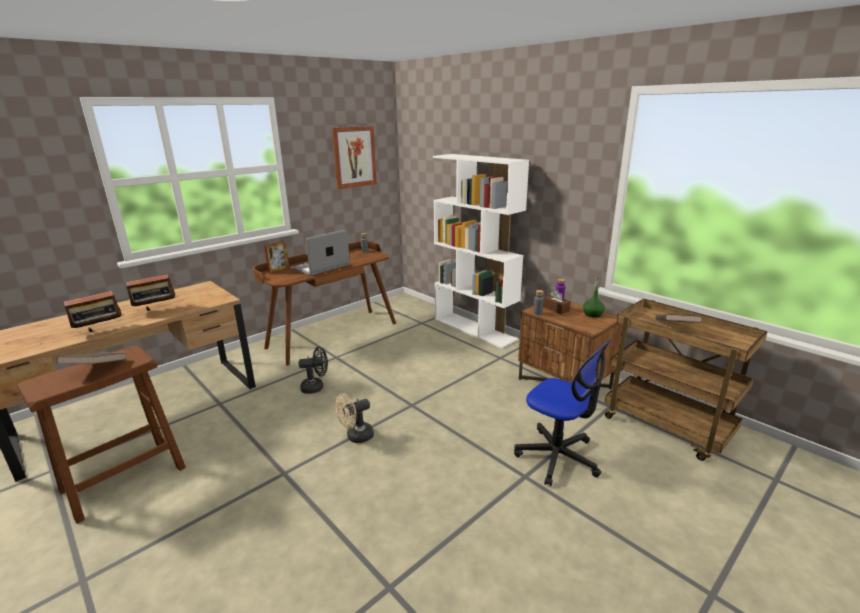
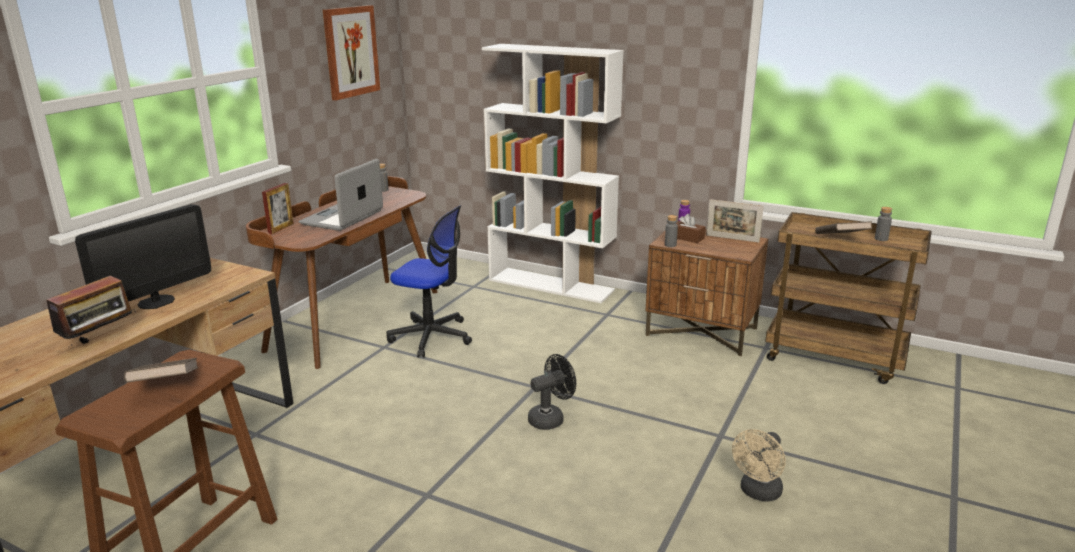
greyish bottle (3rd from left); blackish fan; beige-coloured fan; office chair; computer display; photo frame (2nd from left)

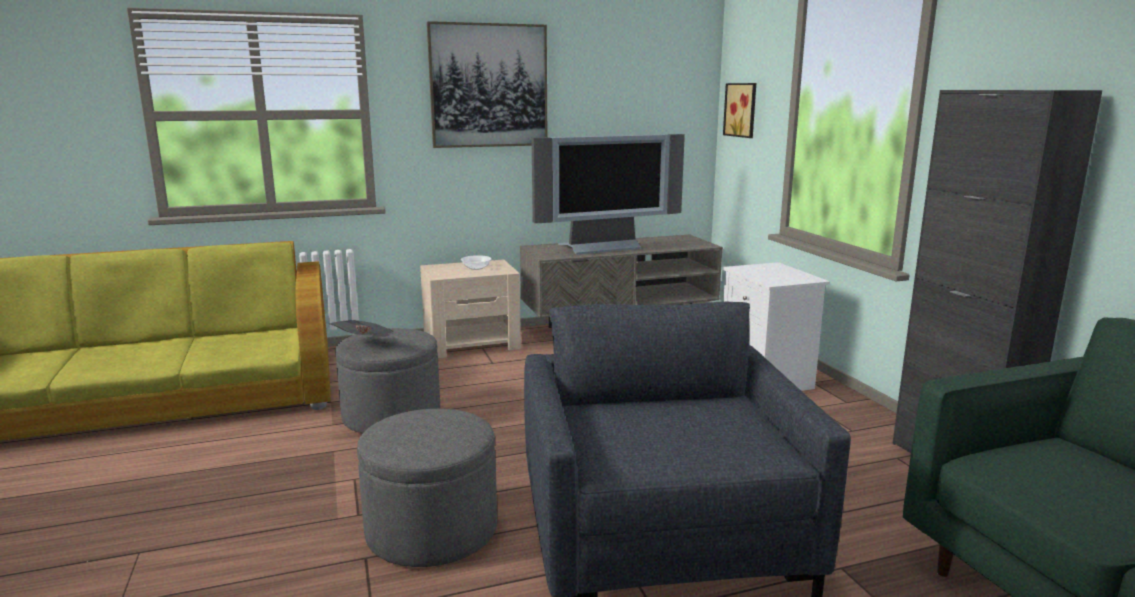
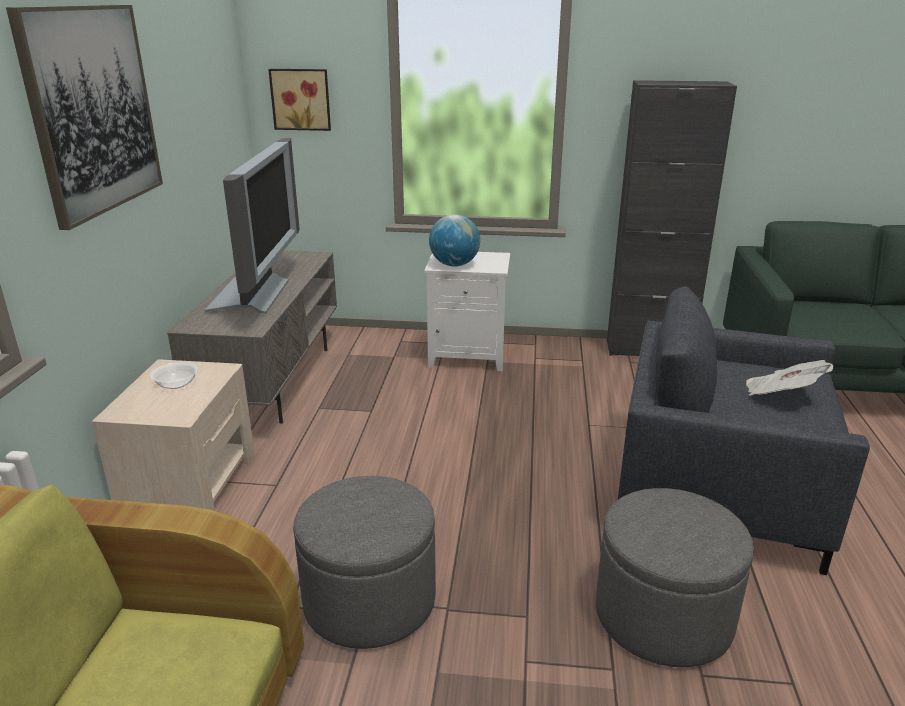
desk globe; newspaper

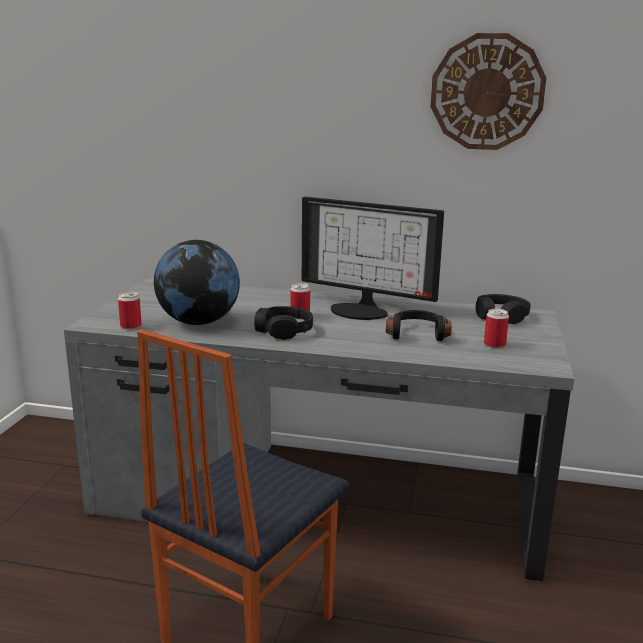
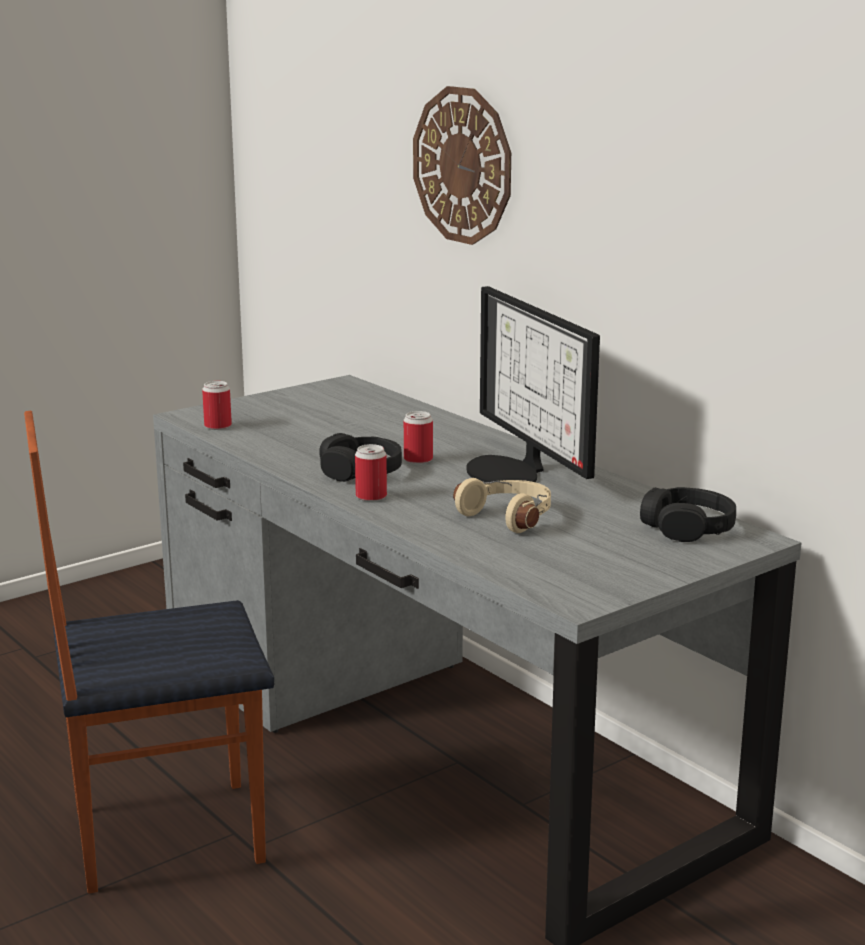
desk globe; hanging clock; can (2nd from left); beige-coloured headset

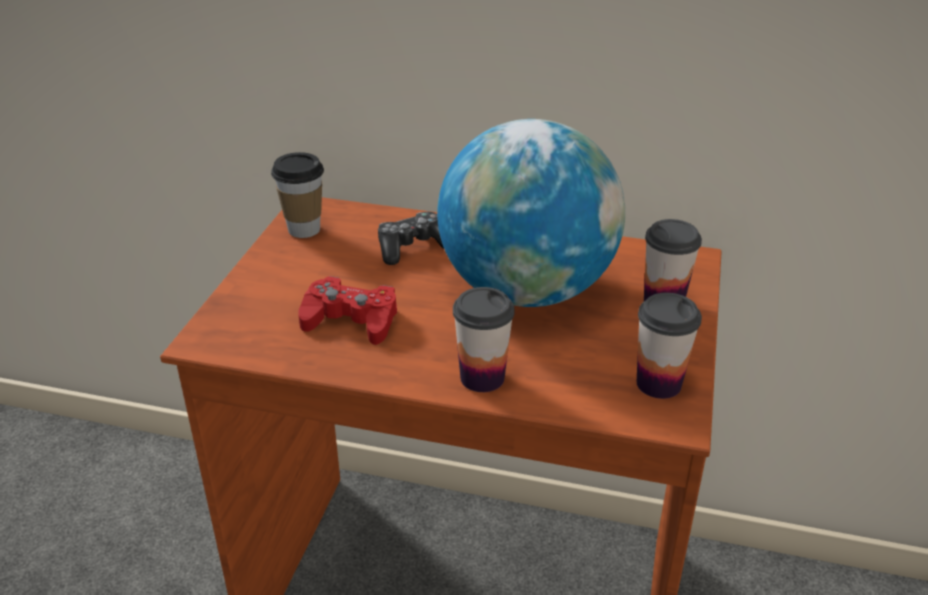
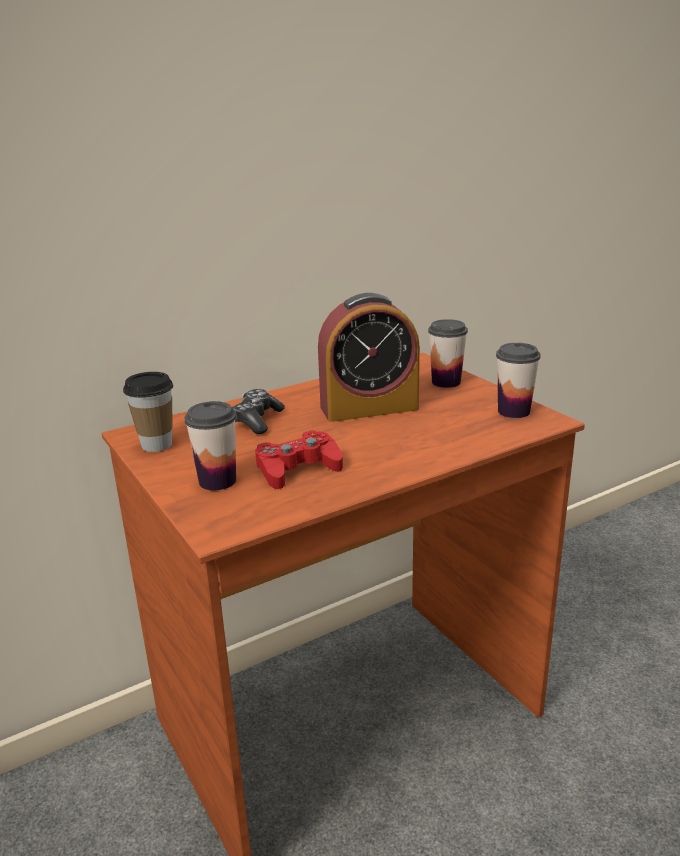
cup (2nd from left); table clock

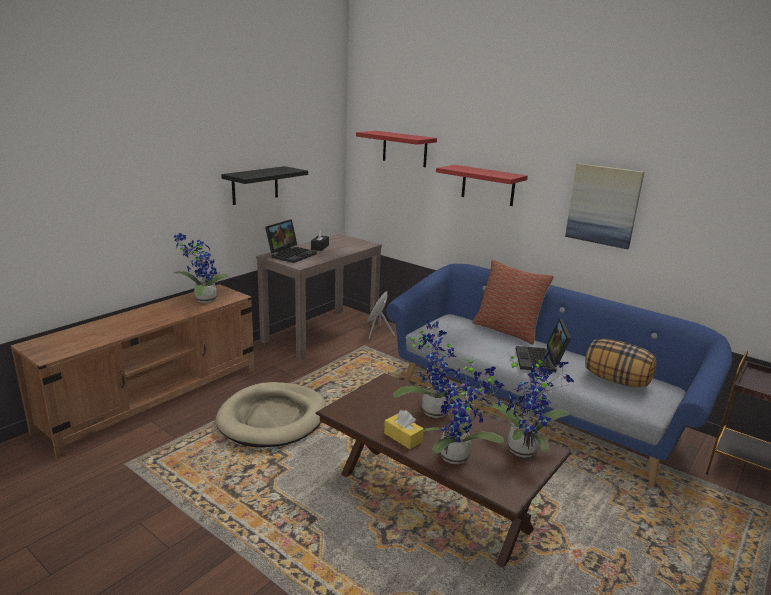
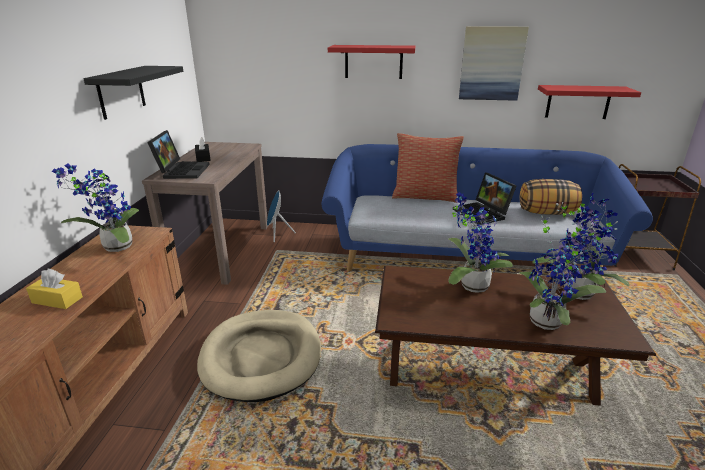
reddish wall shelf (2nd from left); yellow-coloured tissue holder

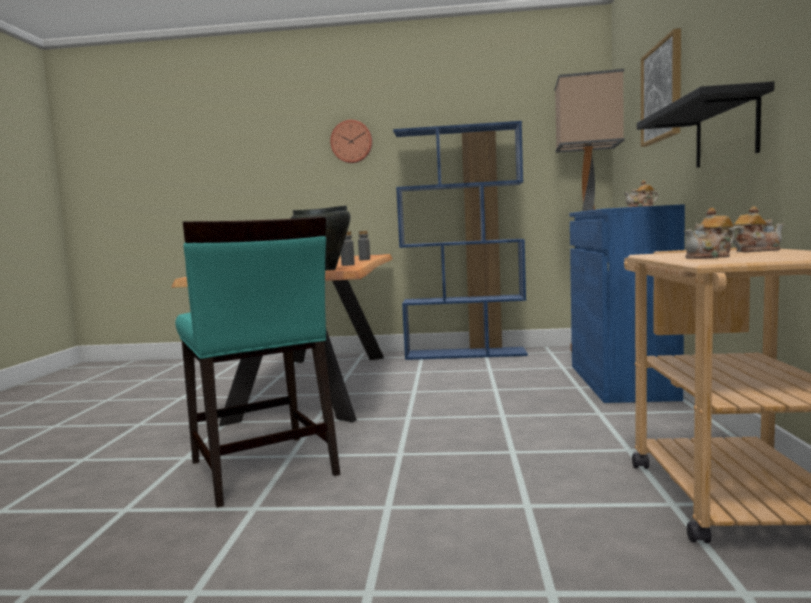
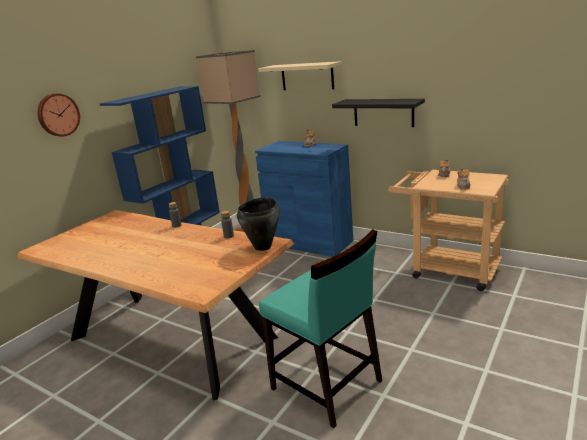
beige-coloured wall shelf; turquoise upright chair

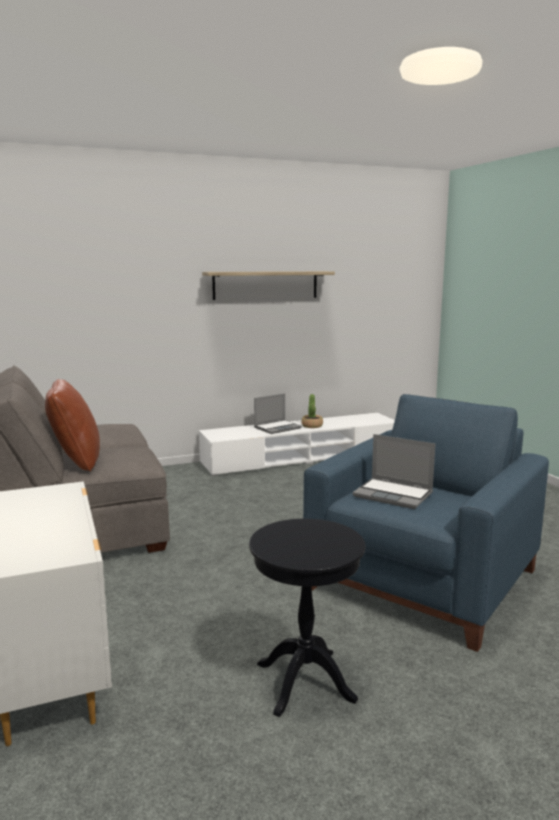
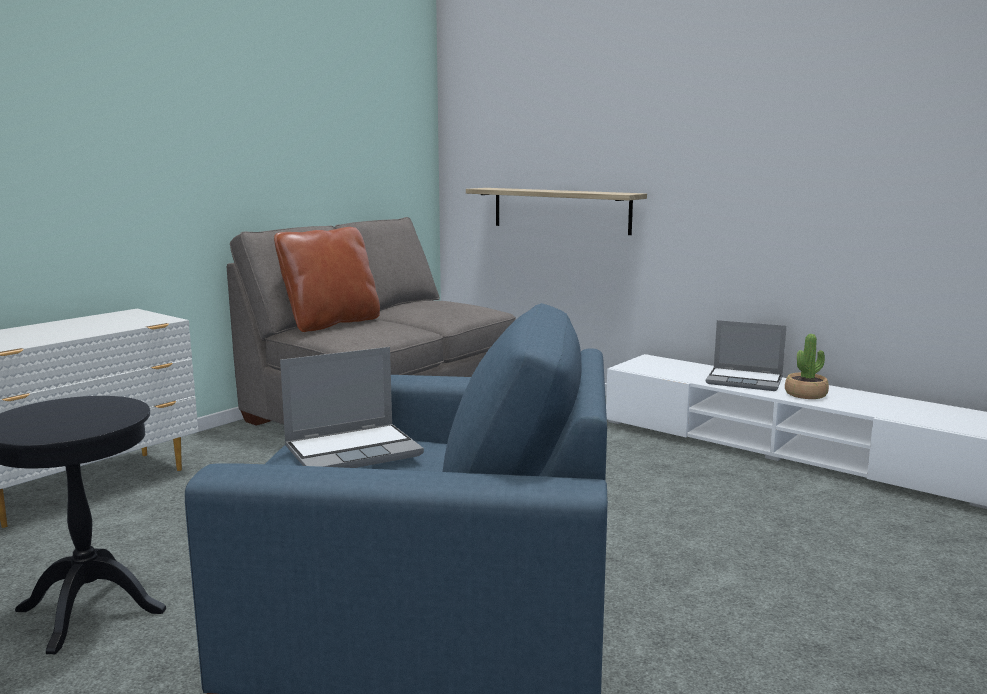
wall shelf; laptop (1st from left)

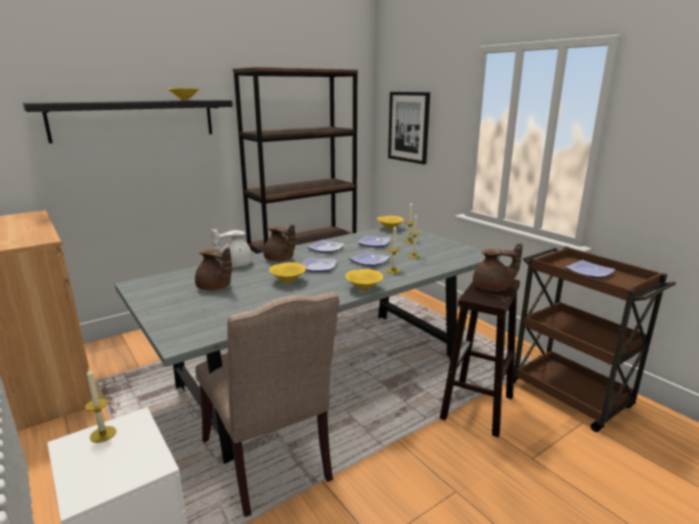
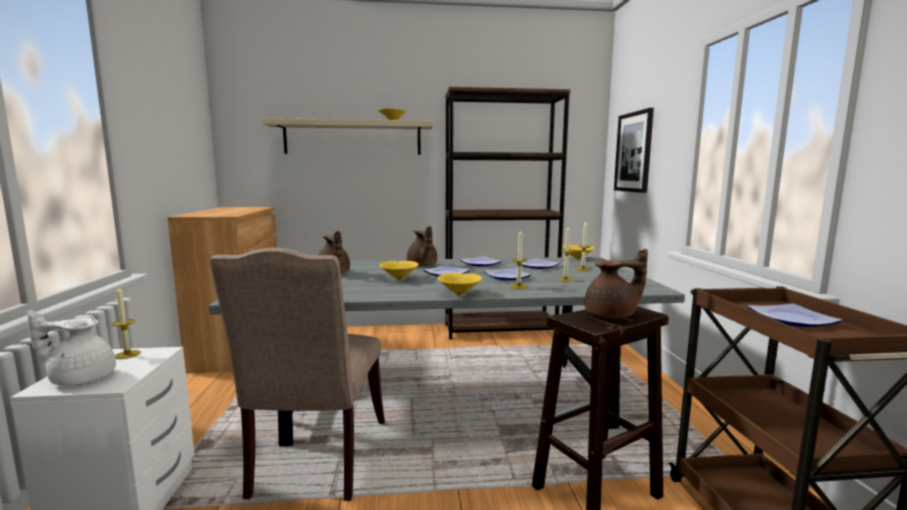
white teapot; beige-coloured wall shelf; brown-coloured teapot (3rd from left)

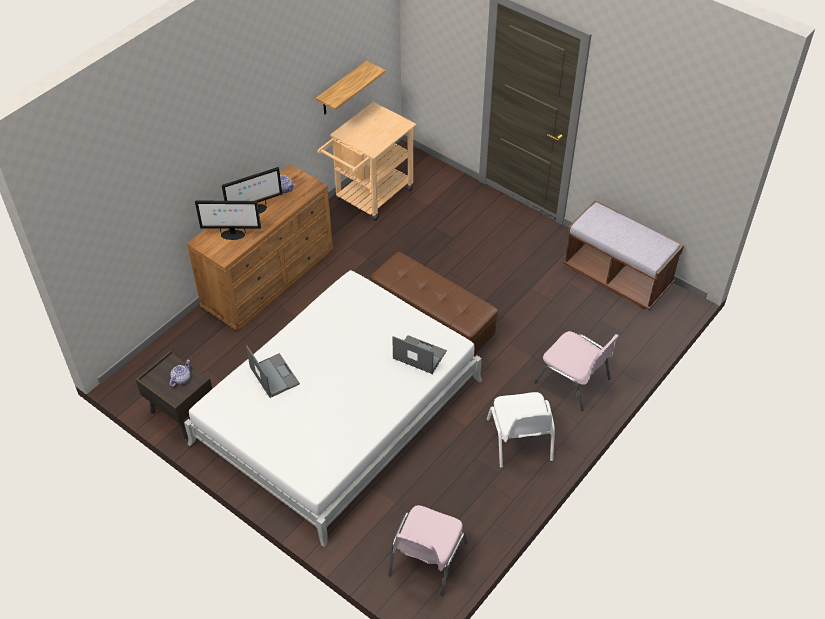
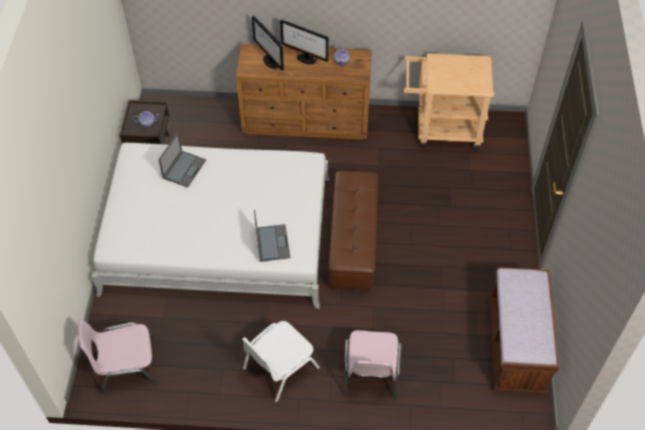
wall shelf

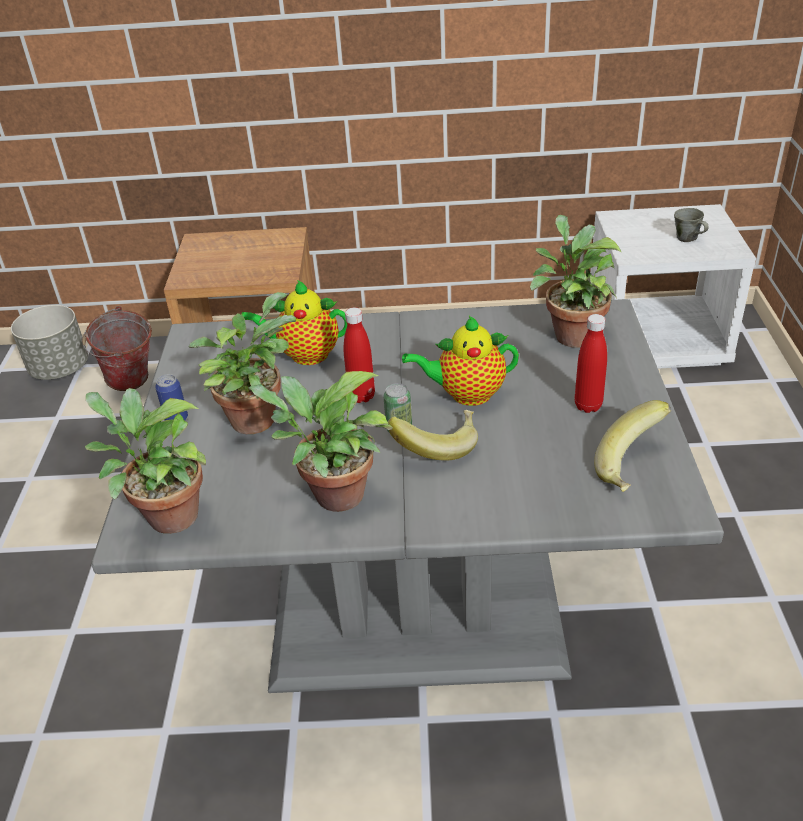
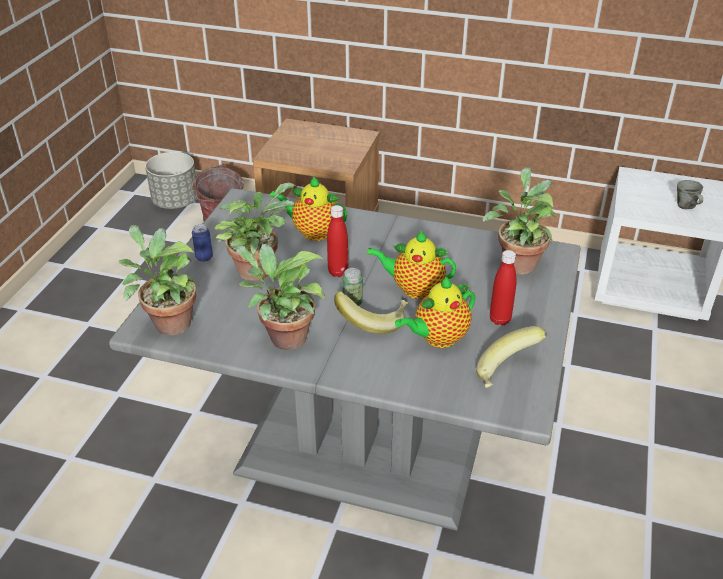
teapot (3rd from left)

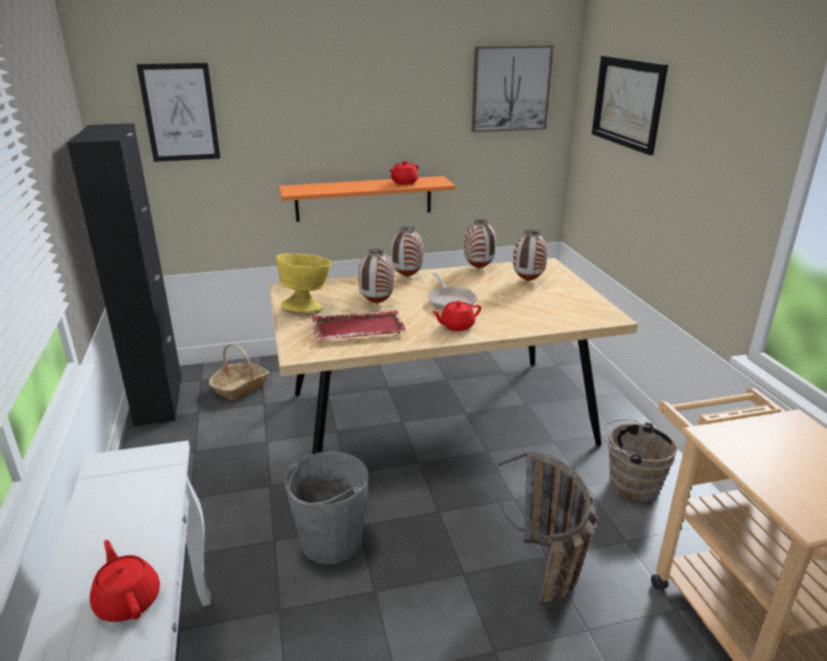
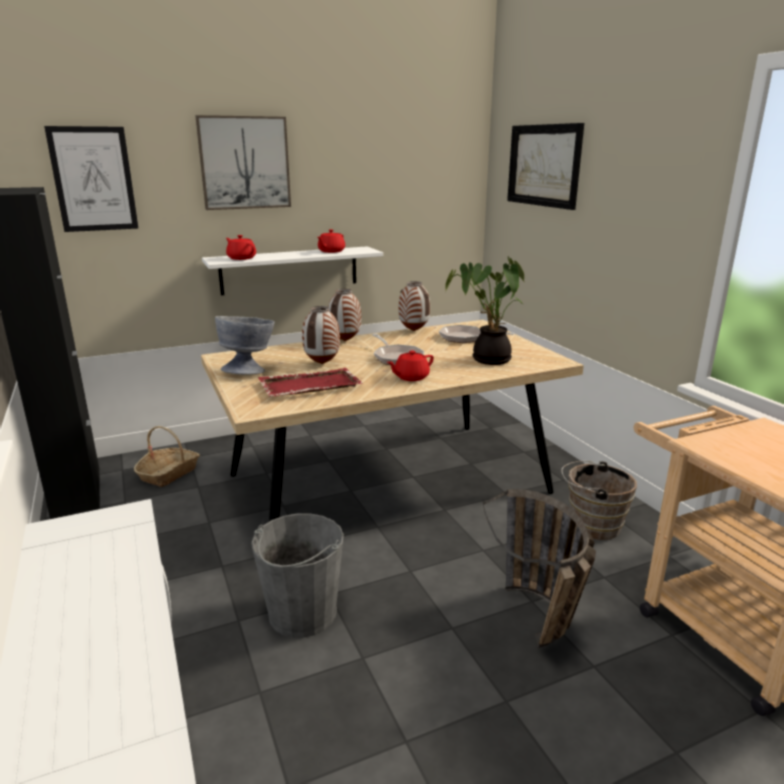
plant in a pot; reddish teapot (1st from left); picture (2nd from left); frying pan (2nd from left); greyish bowl; white wall shelf

